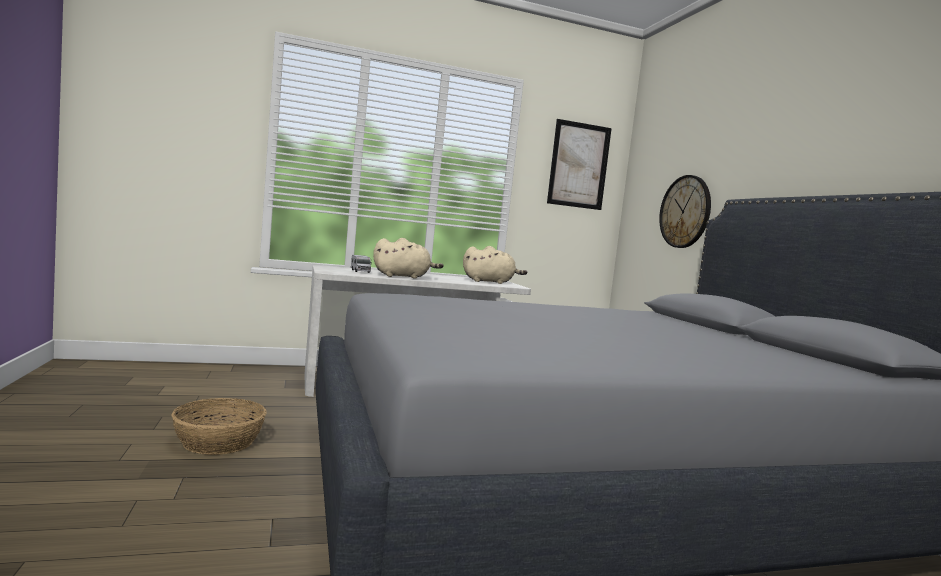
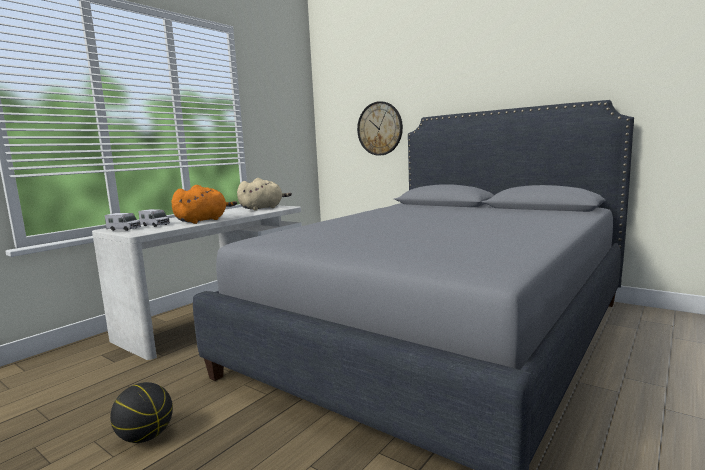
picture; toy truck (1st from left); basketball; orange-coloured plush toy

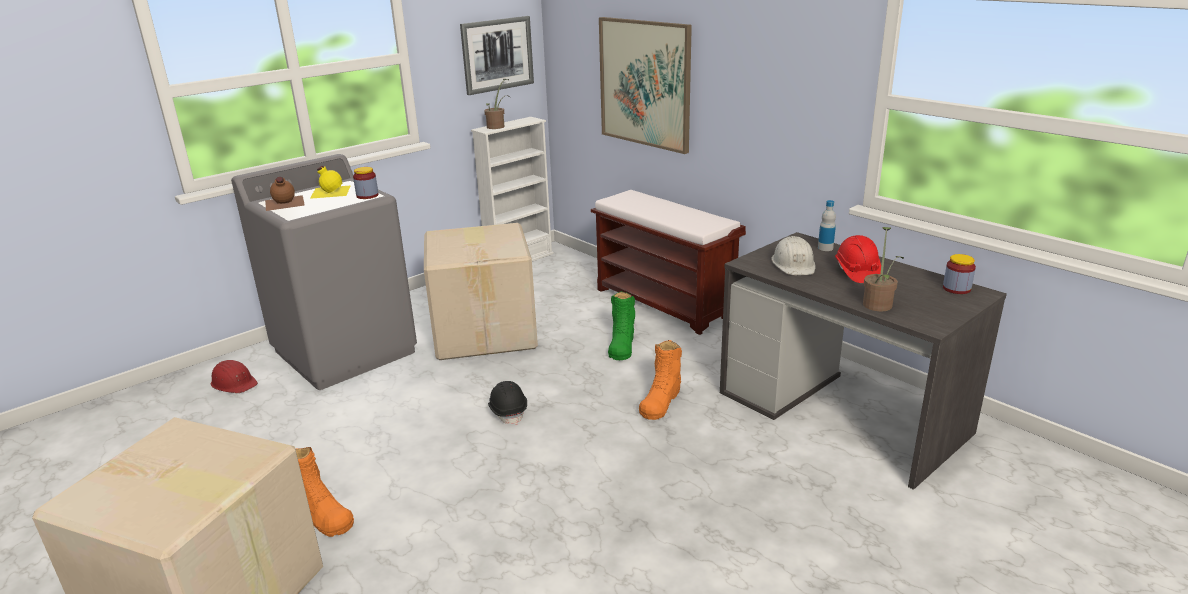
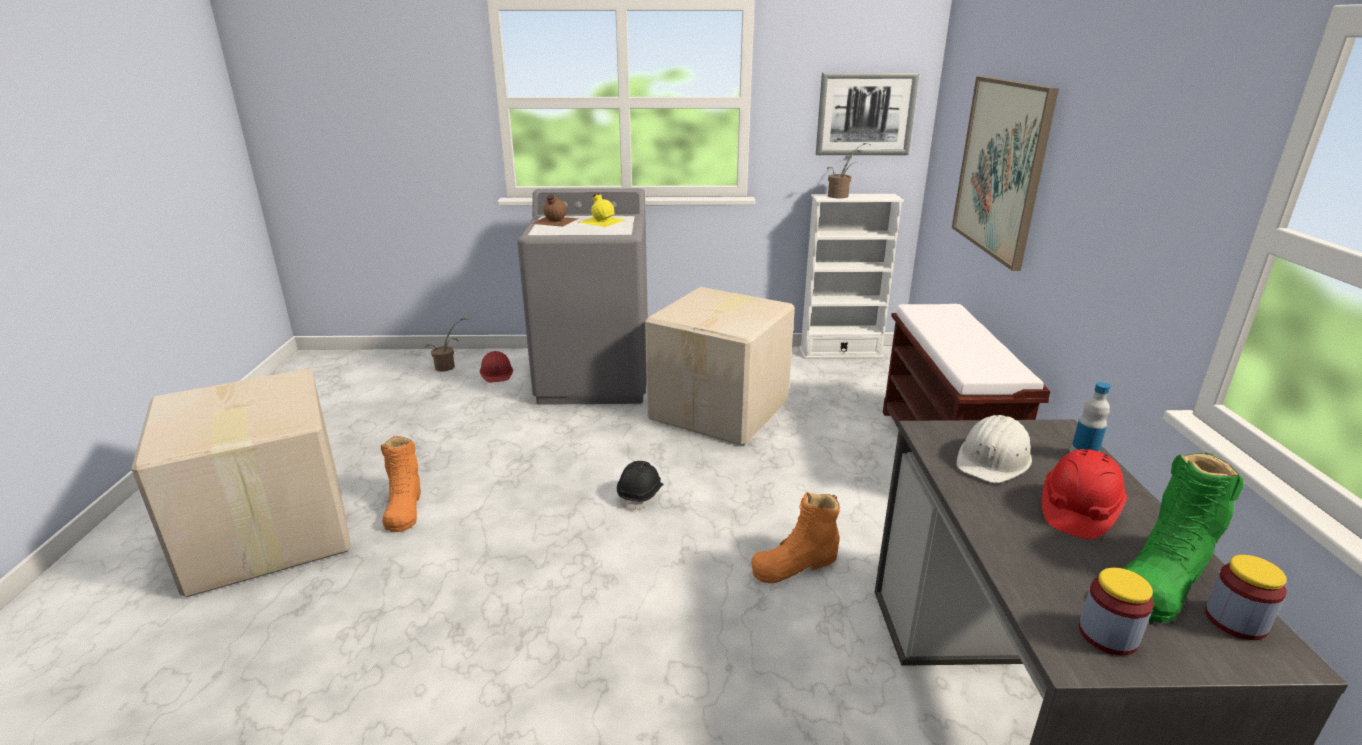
jar (1st from left); greenish boot; plant in a pot (1st from left)

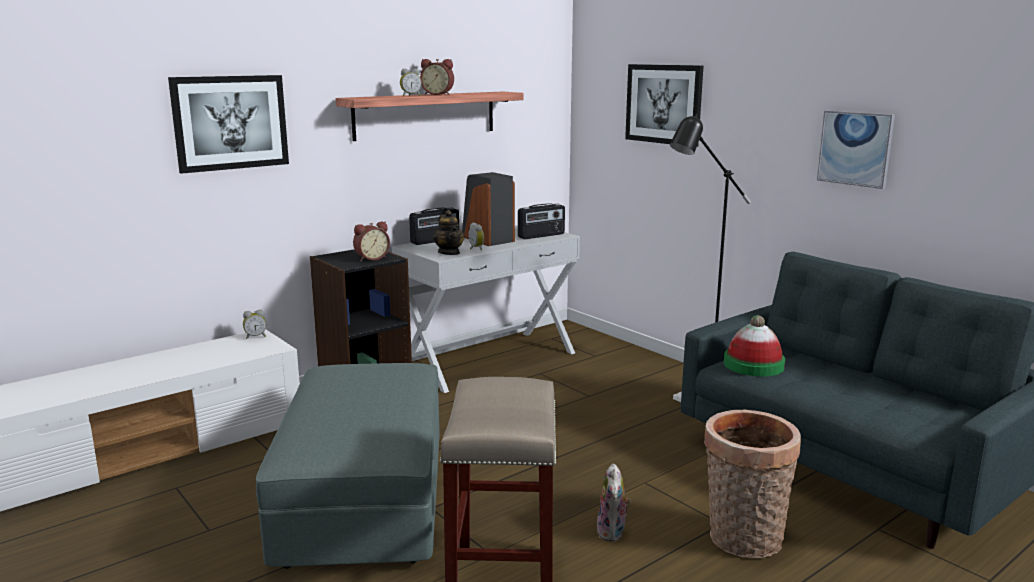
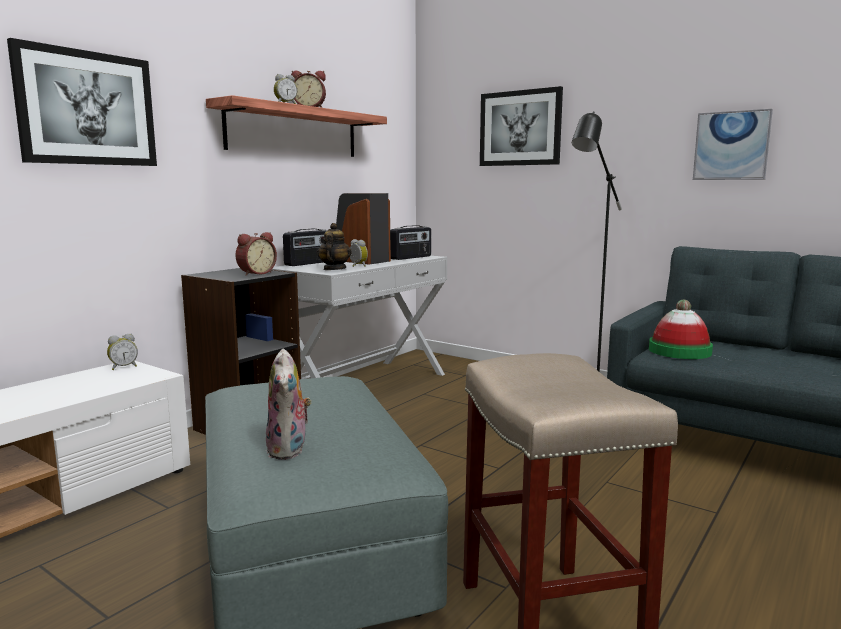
household basket; plush toy; teapot

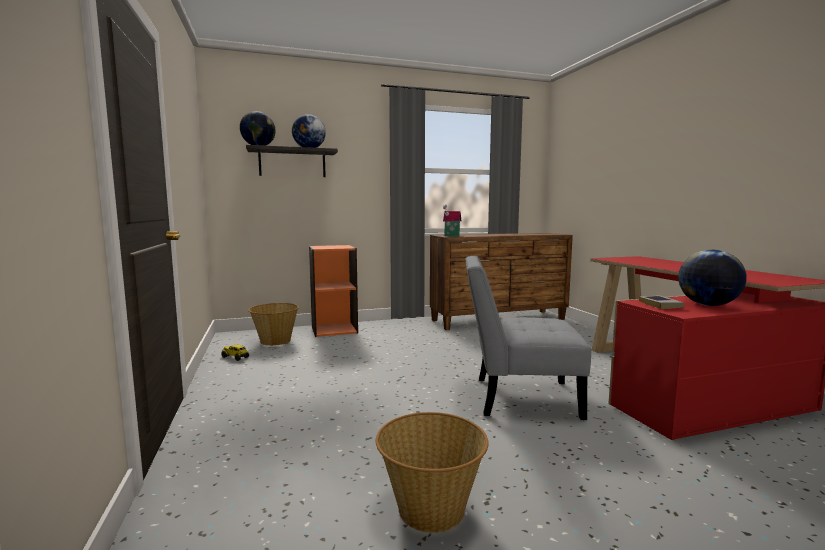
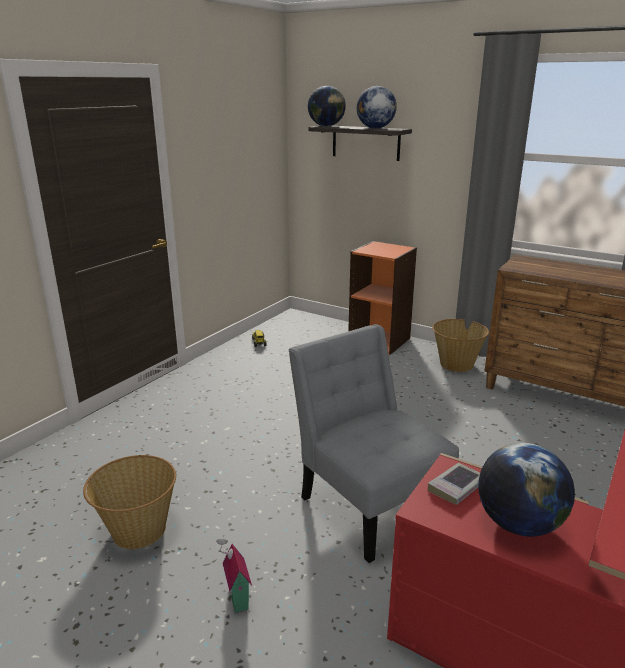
household basket (2nd from left); model house

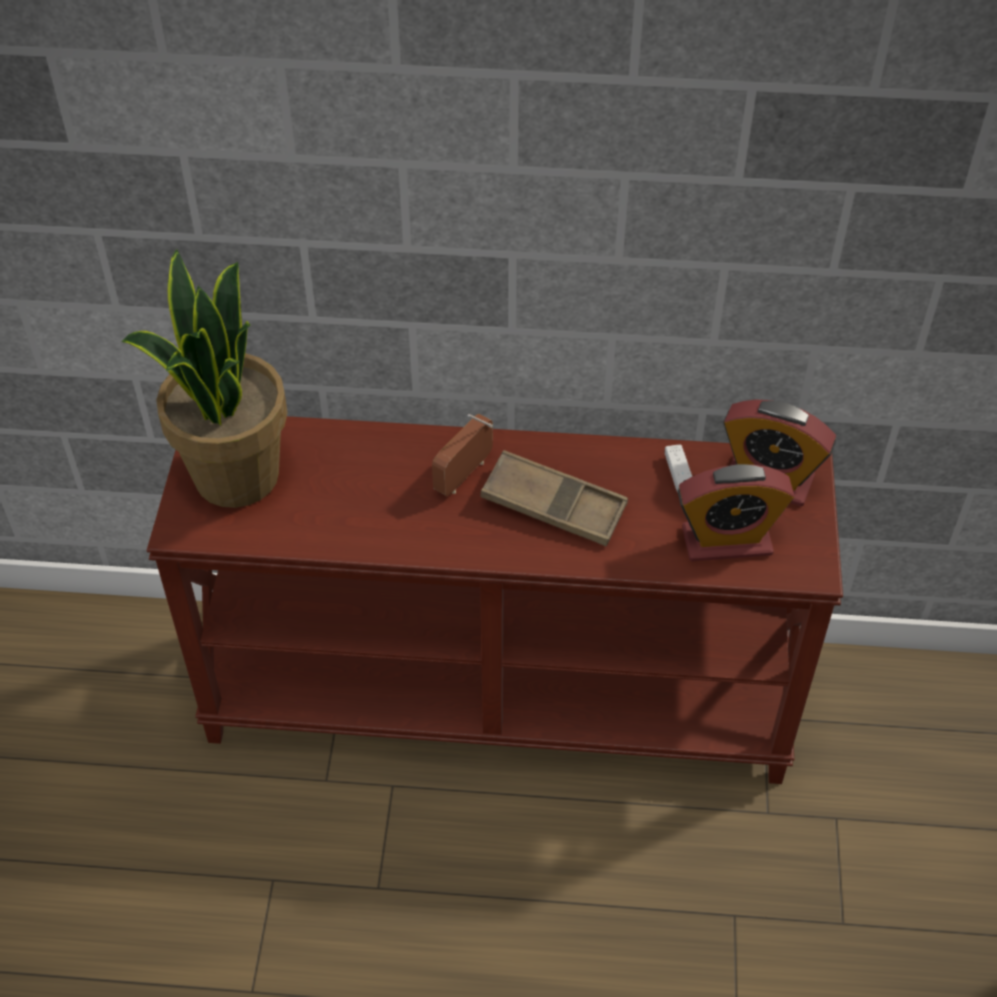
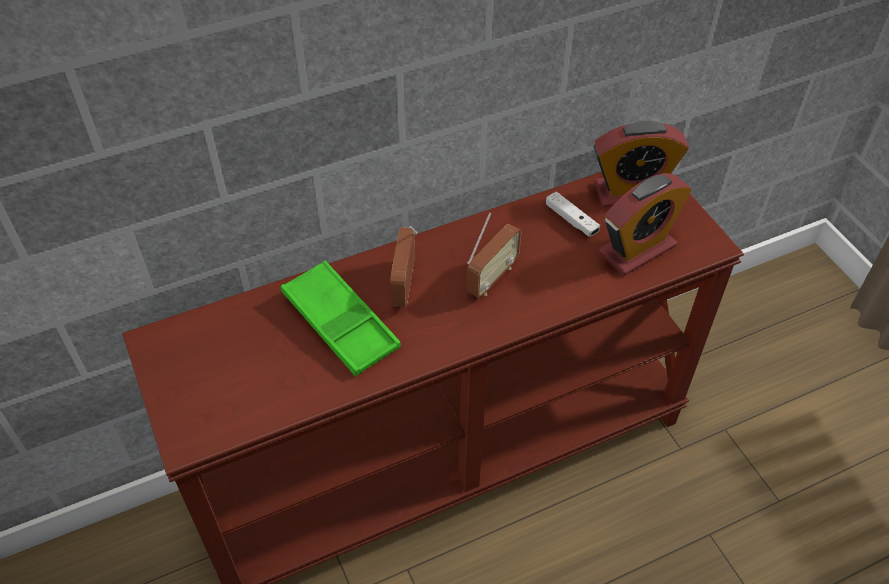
plant in a pot; greenish serving tray; radio receiver (2nd from left)

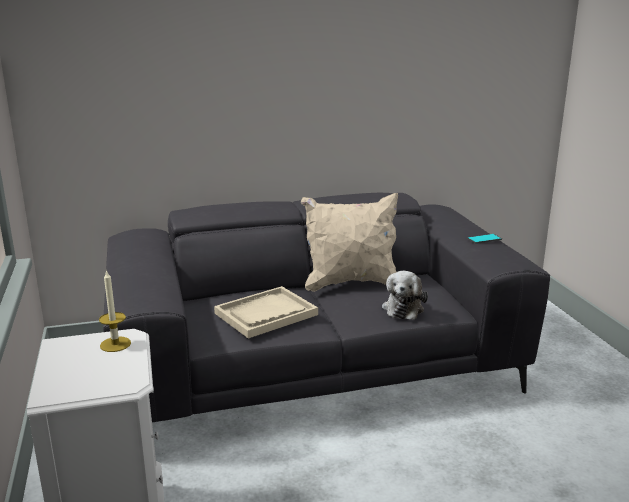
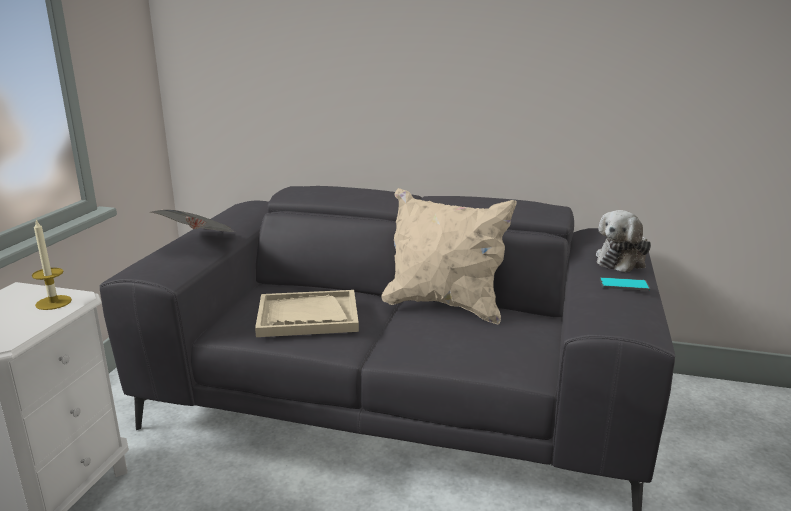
newspaper; plush toy

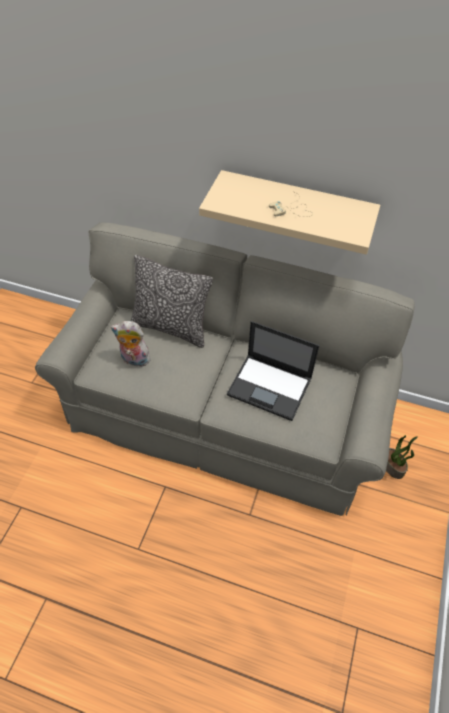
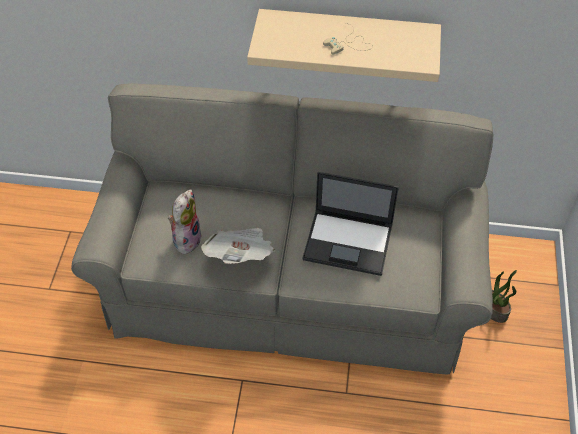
cushion; newspaper; plush toy

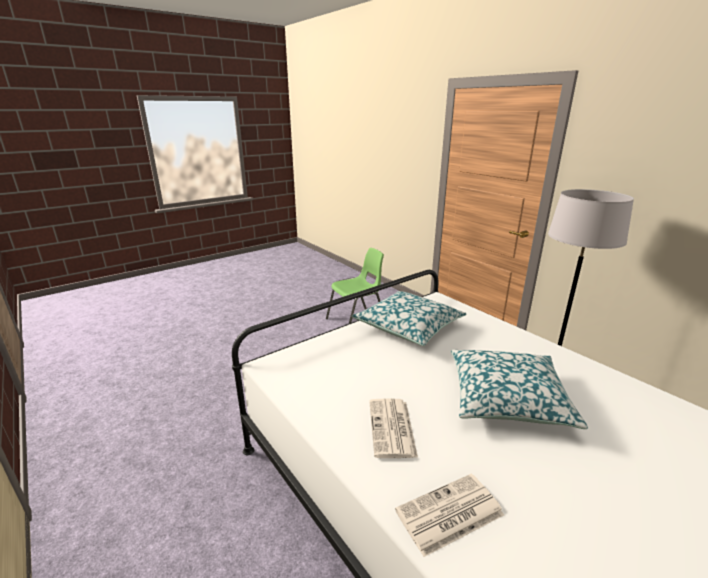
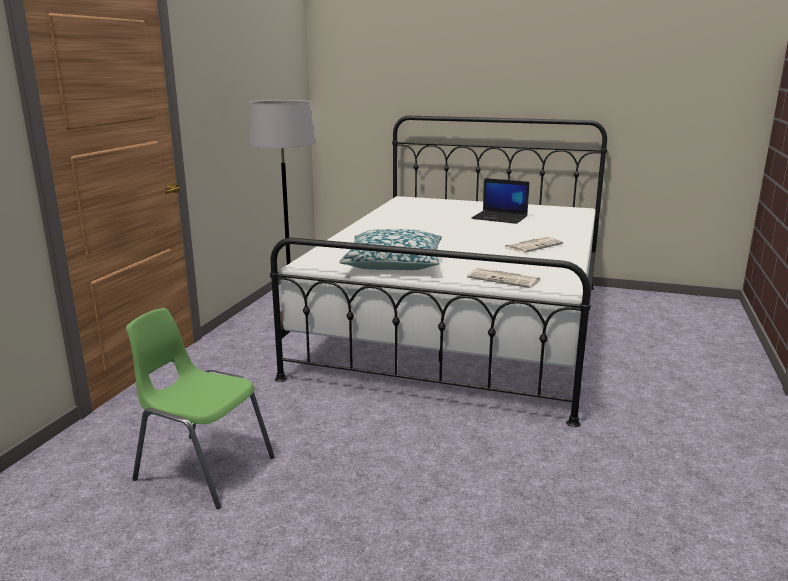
cushion (2nd from left in the first image); laptop; newspaper (1st from left)

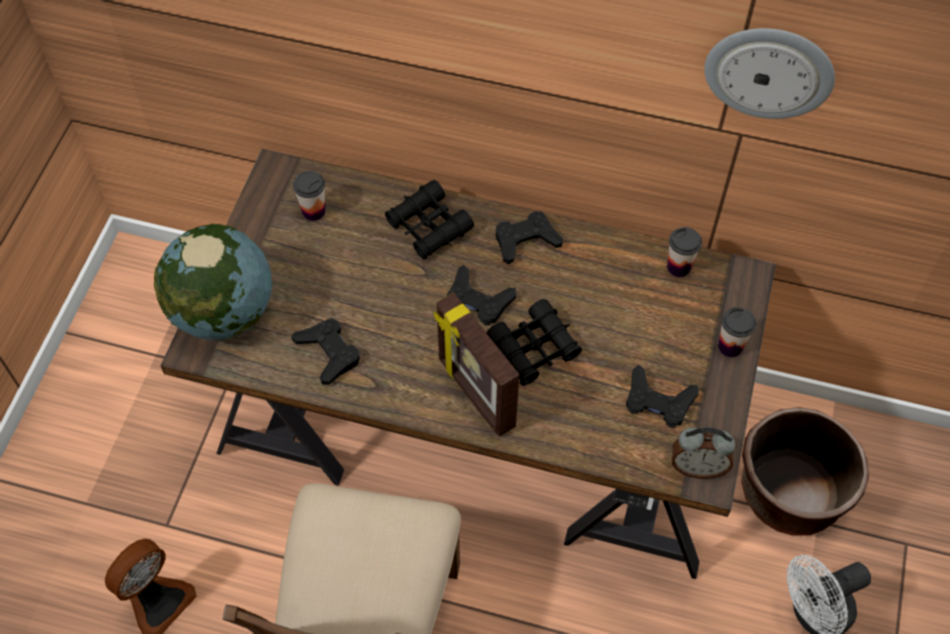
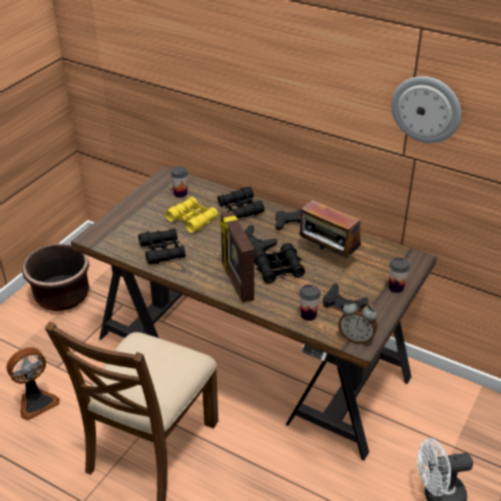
desk globe; yellow-coloured pair of binoculars; radio receiver; cup (2nd from left); brown-coloured plant pot; blackish pair of binoculars (1st from left)

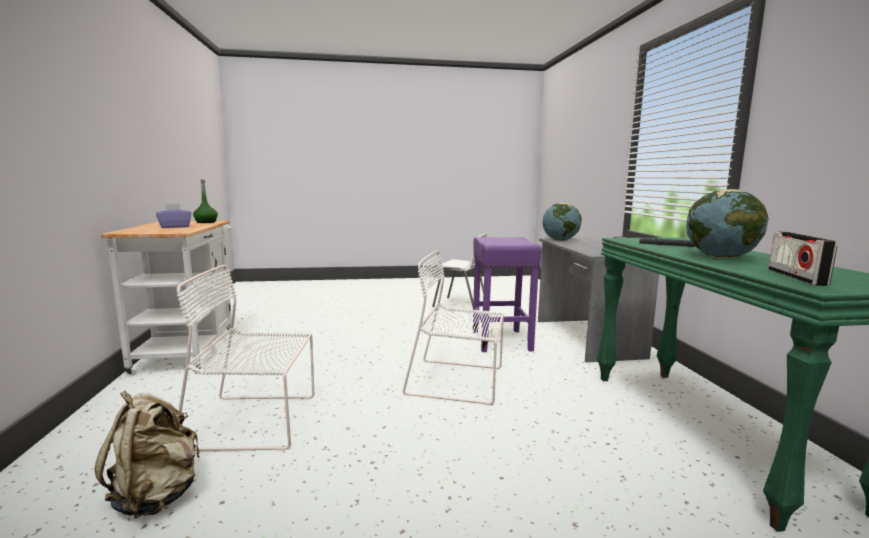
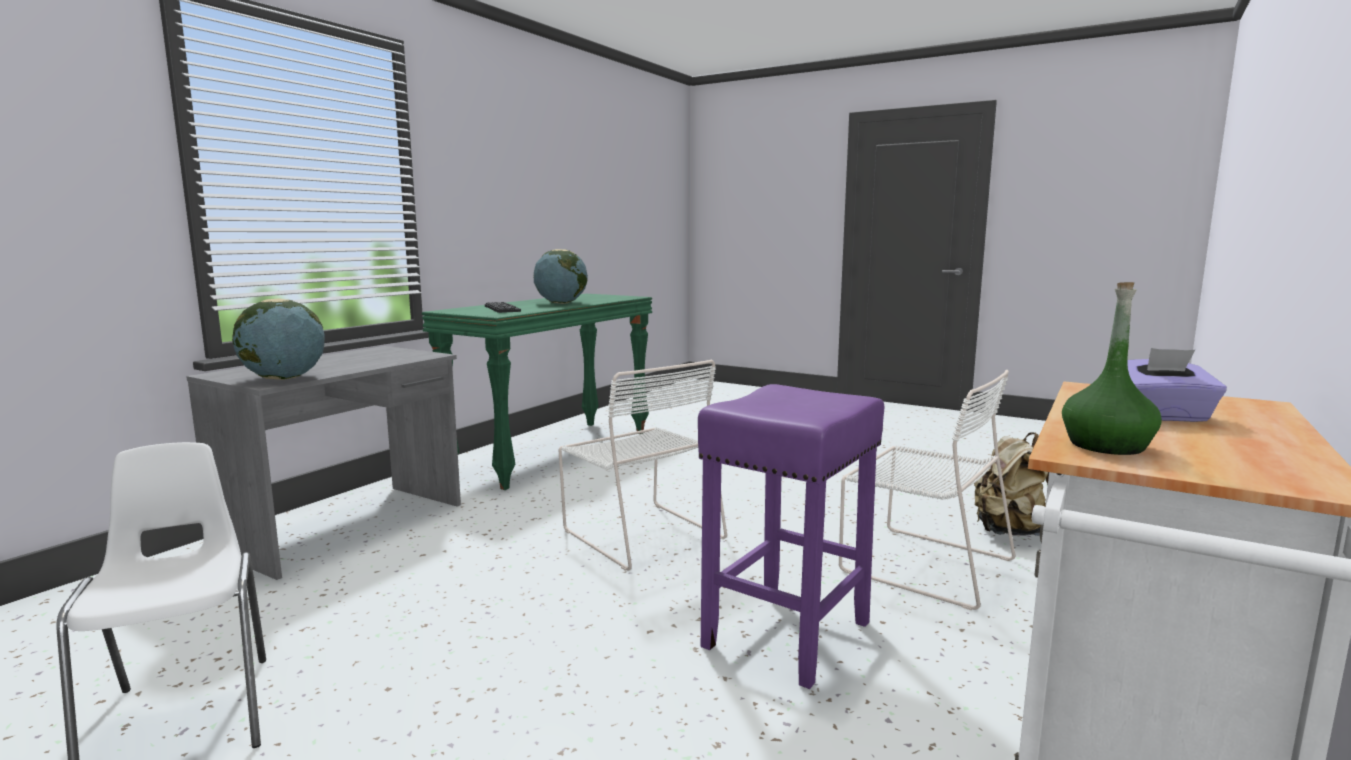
radio receiver; purple-coloured sitting stool

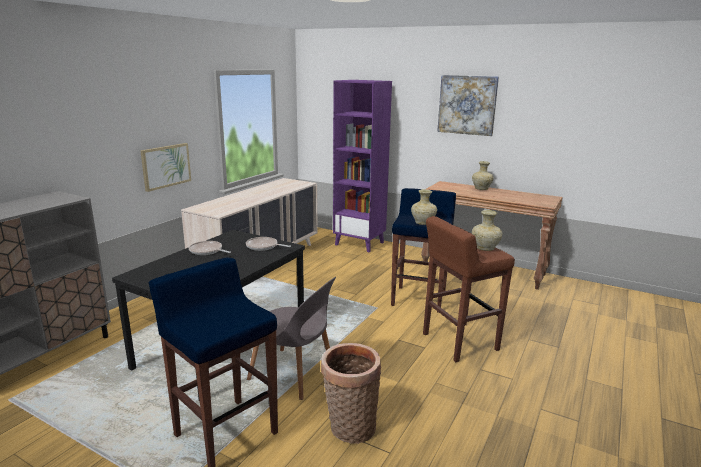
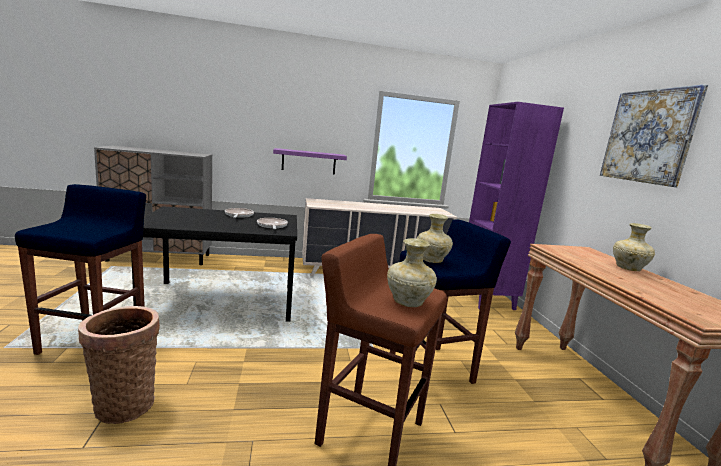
greyish upright chair; purple-coloured wall shelf

